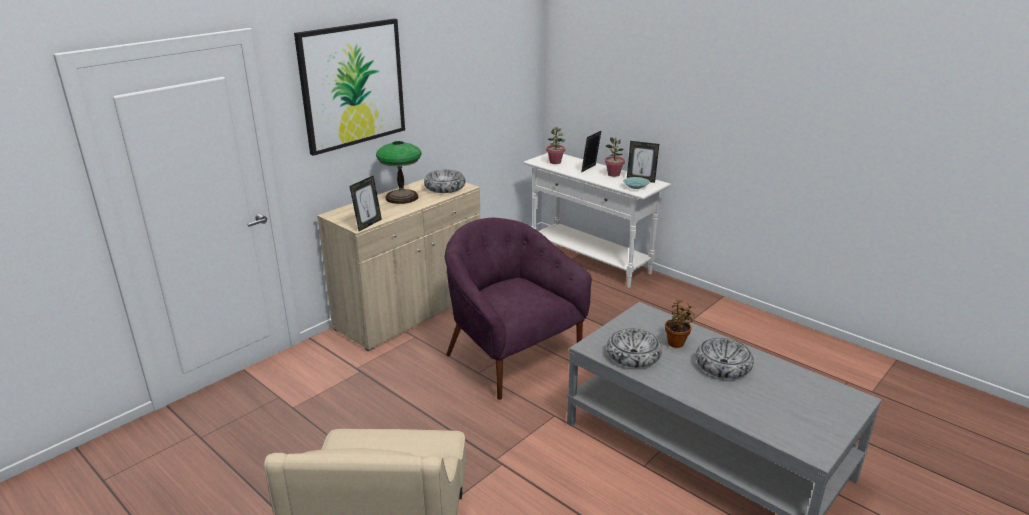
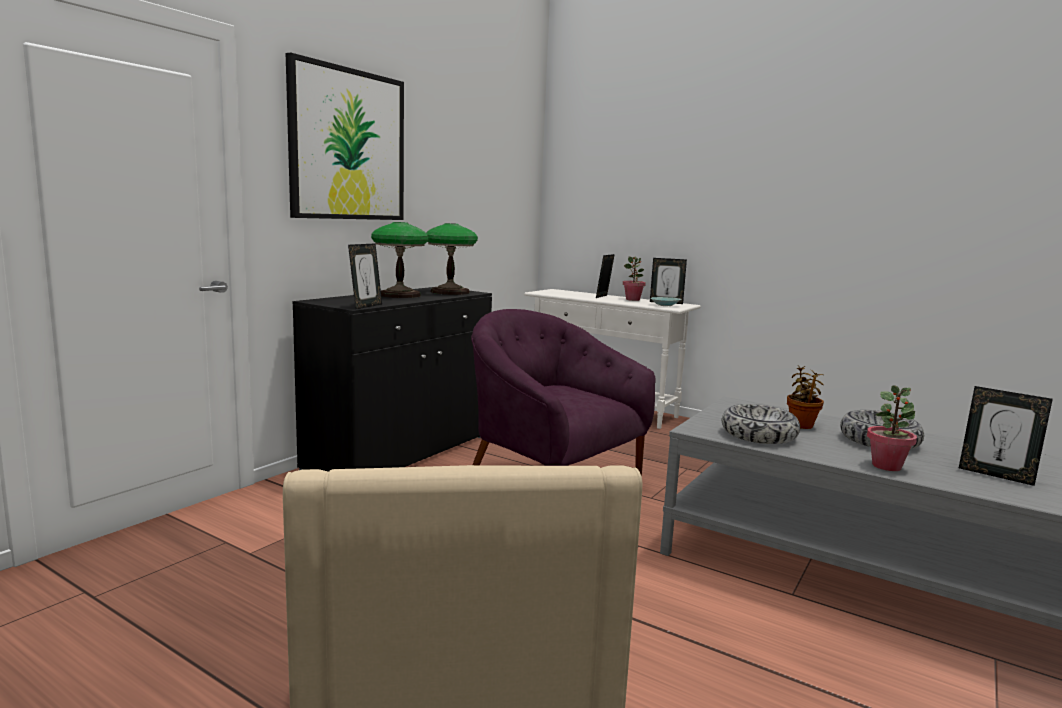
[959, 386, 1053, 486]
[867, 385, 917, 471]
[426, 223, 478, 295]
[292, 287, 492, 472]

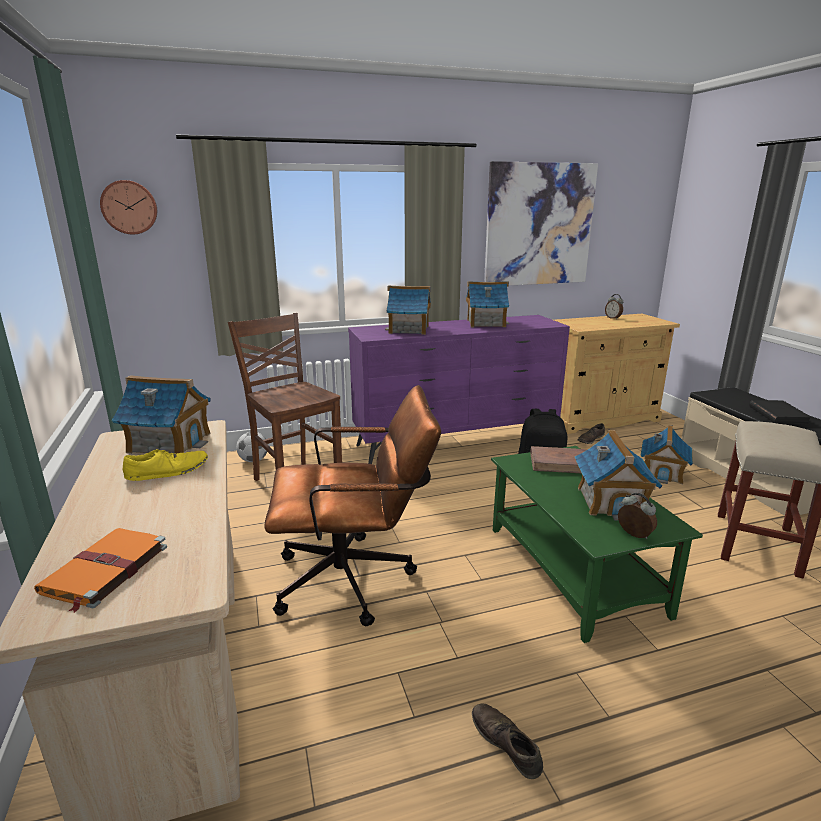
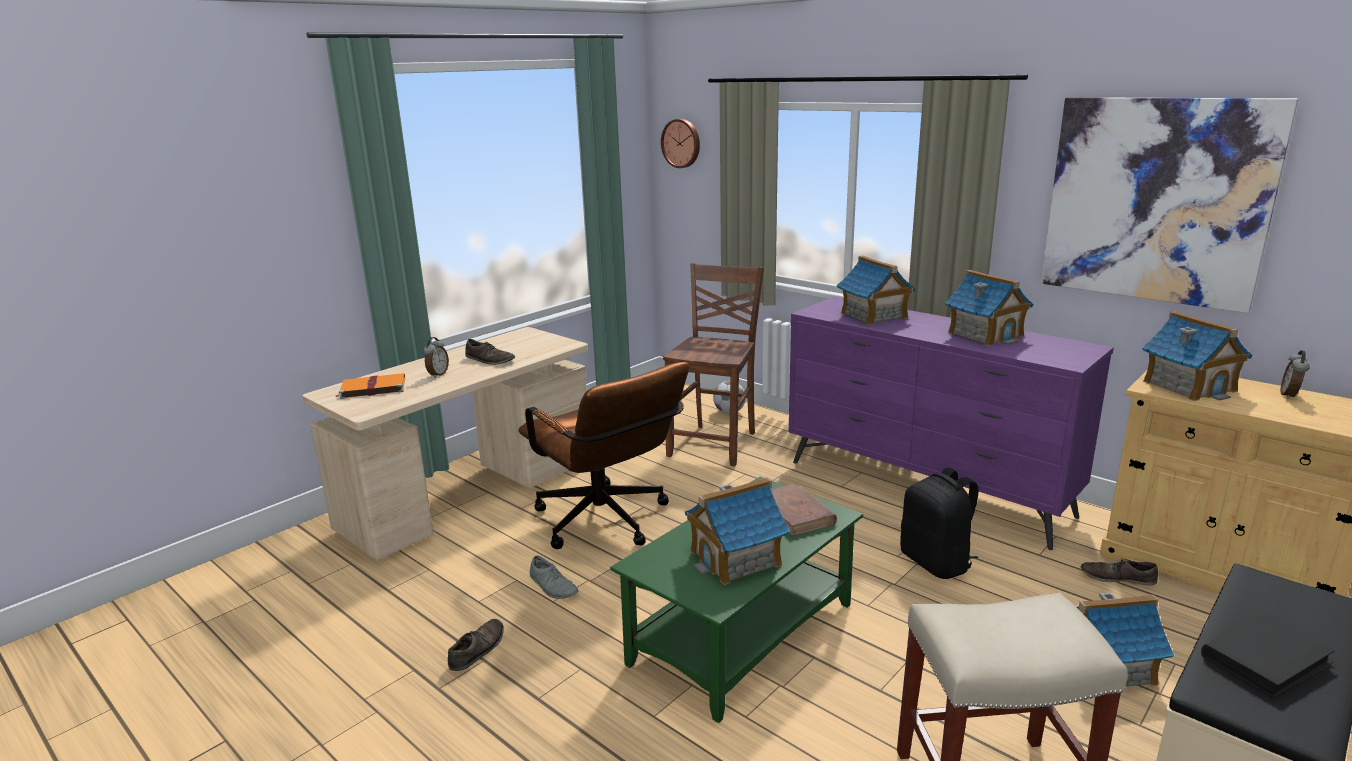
[530, 555, 578, 599]
[1142, 311, 1253, 401]
[423, 337, 449, 378]
[465, 339, 515, 365]

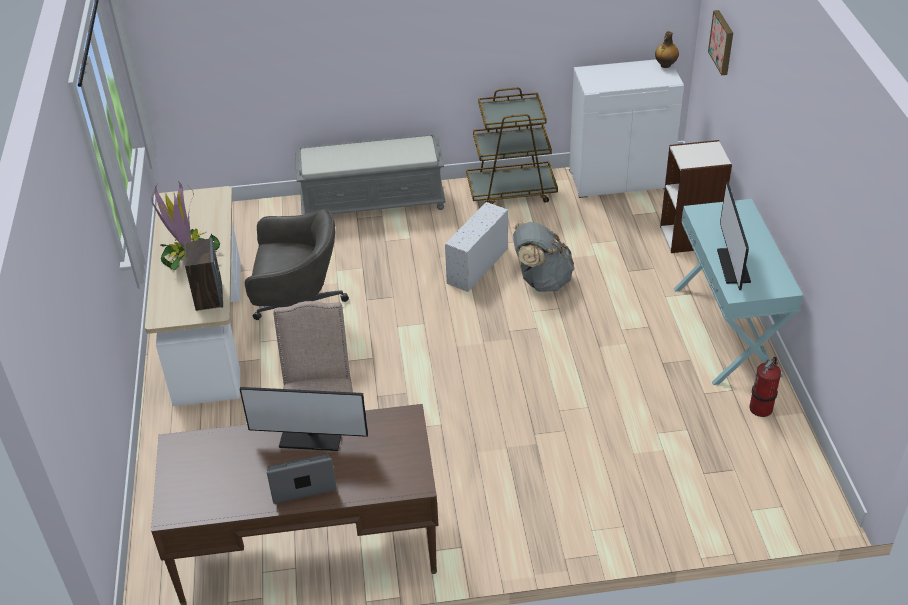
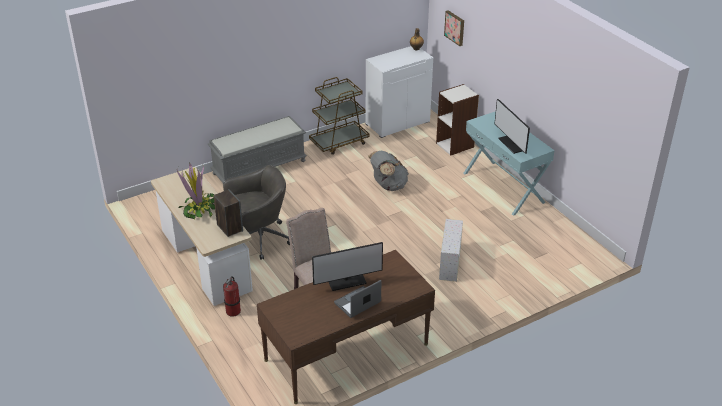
[439, 219, 463, 282]
[223, 276, 241, 317]

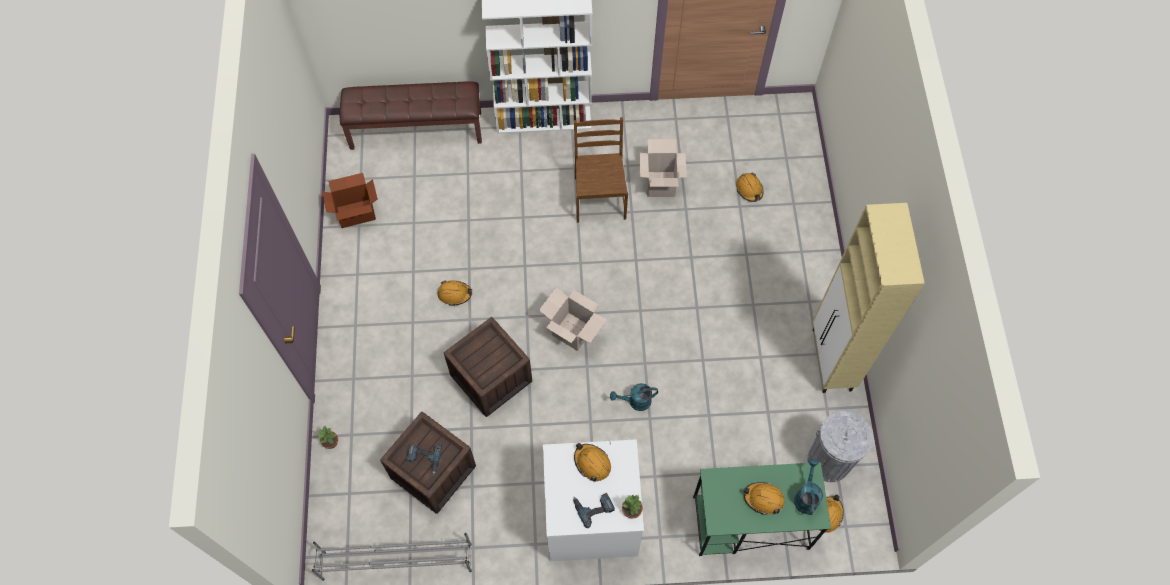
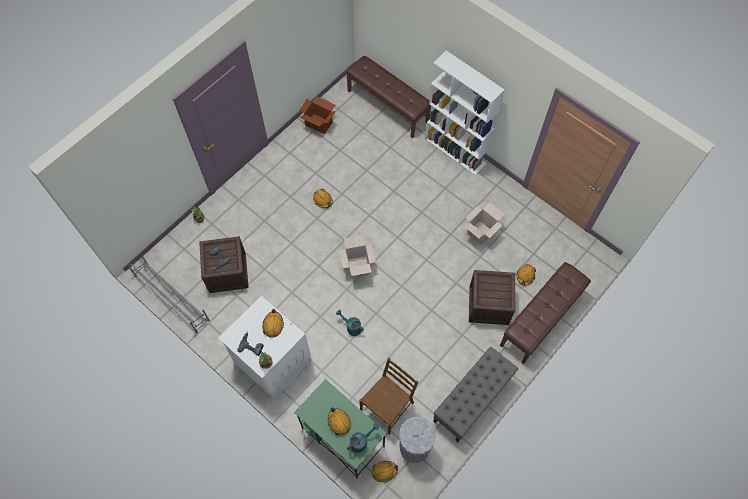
[500, 262, 591, 364]
[469, 270, 515, 325]
[359, 357, 419, 434]
[433, 347, 518, 443]

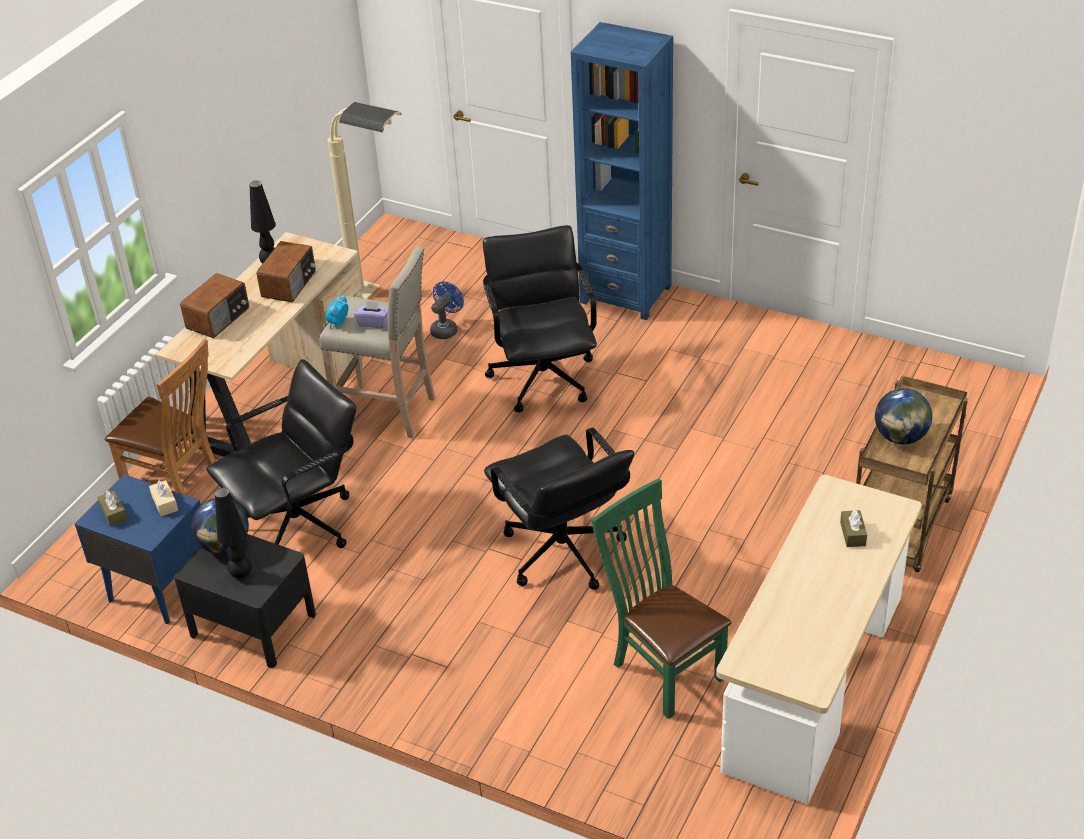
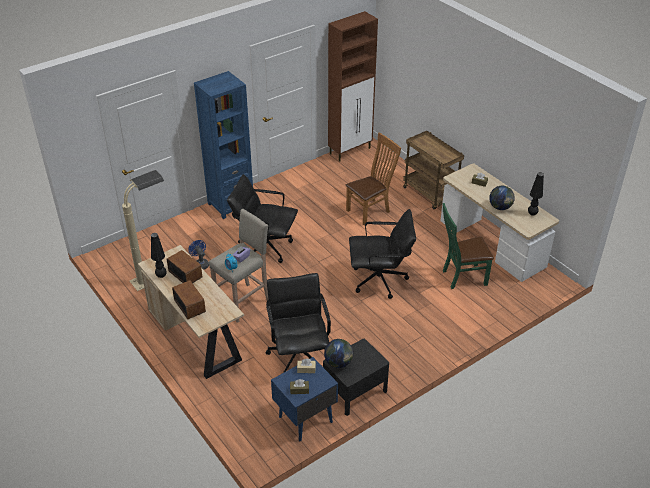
[328, 11, 378, 161]
[346, 133, 401, 226]
[528, 172, 544, 216]
[489, 186, 515, 210]

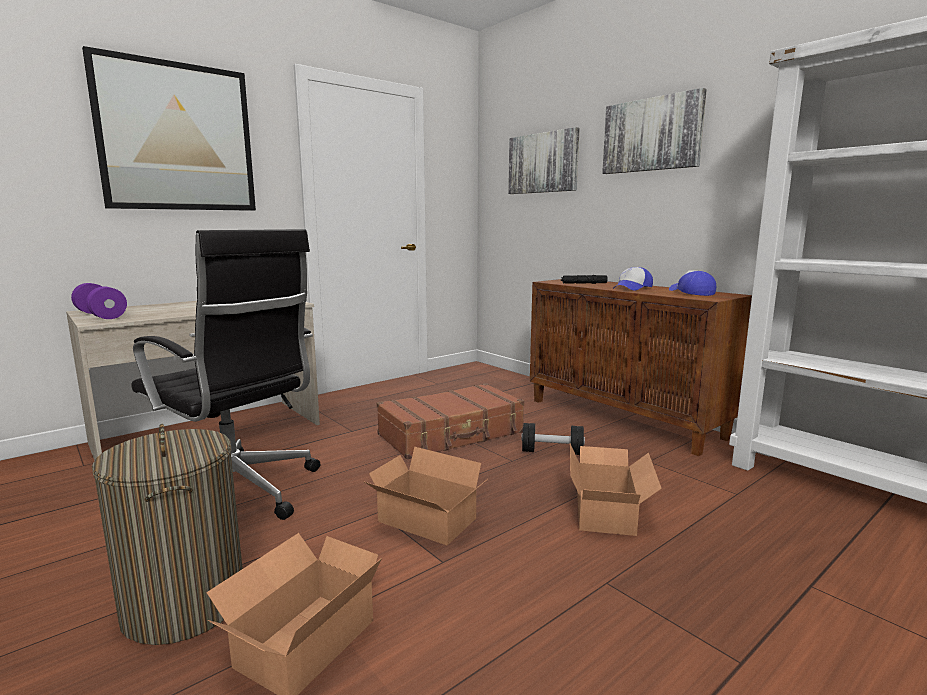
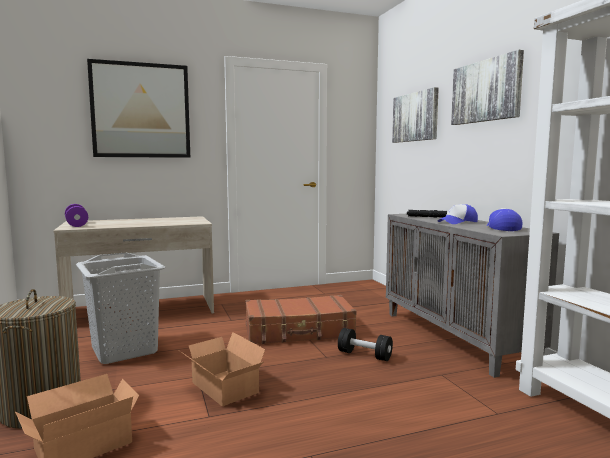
[570, 443, 662, 536] (first image)
[76, 252, 165, 364]
[386, 214, 559, 378]

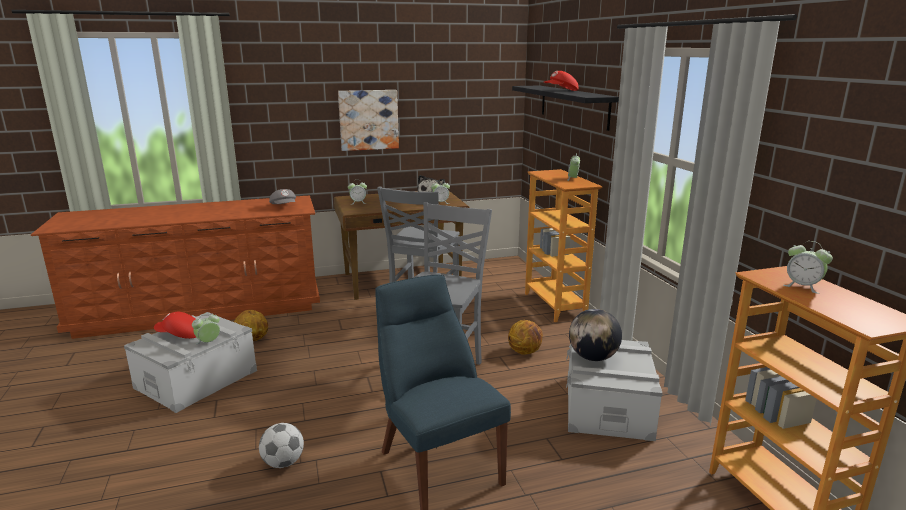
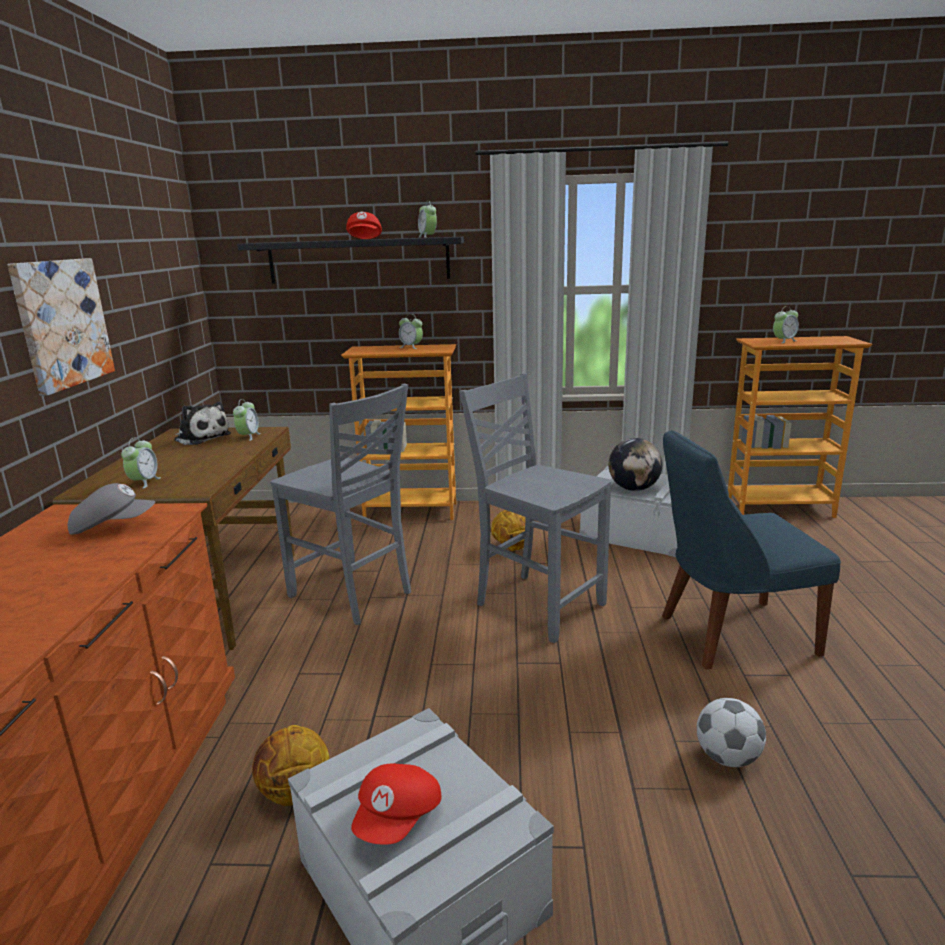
[418, 201, 437, 238]

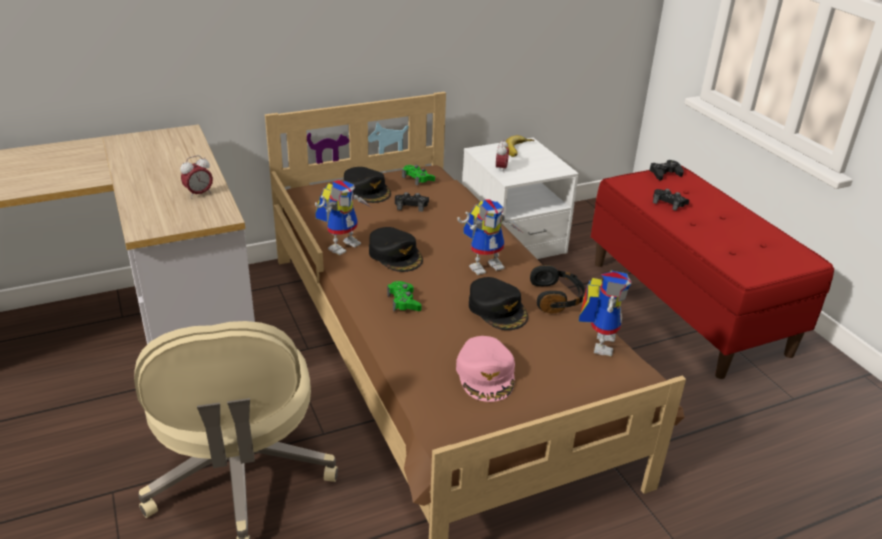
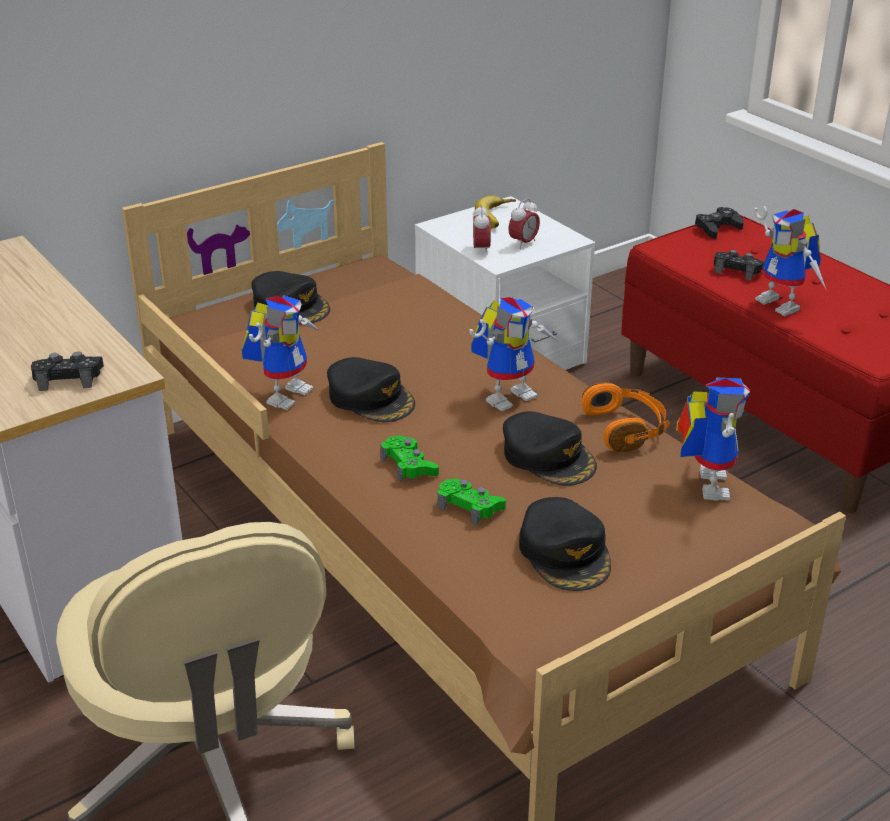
[754, 206, 827, 316]
[508, 198, 540, 249]
[31, 352, 104, 391]
[437, 479, 506, 526]
[519, 497, 611, 591]
[582, 382, 669, 452]

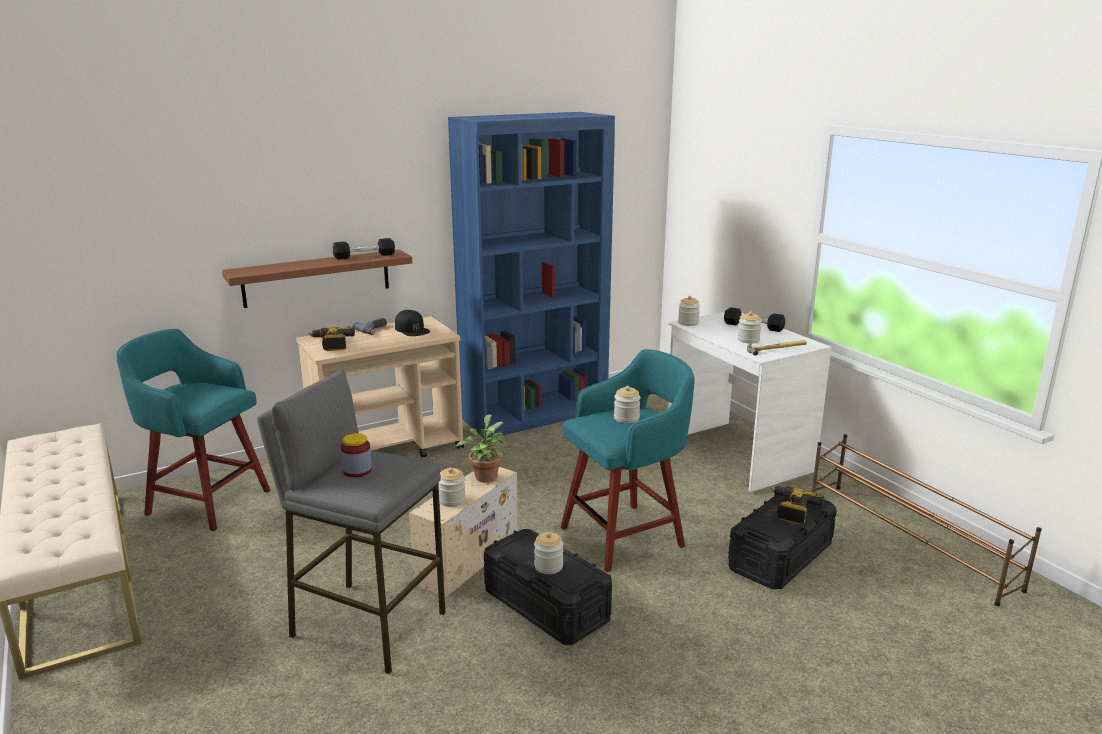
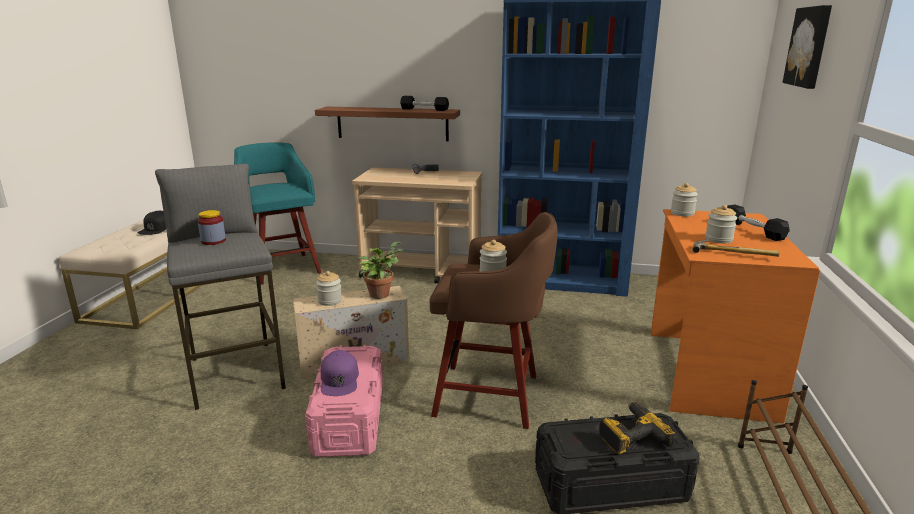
[309, 326, 355, 351] (first image)
[782, 5, 832, 89]
[138, 211, 166, 235]
[321, 350, 359, 396]
[305, 345, 383, 457]
[430, 212, 558, 429]
[651, 209, 820, 424]

